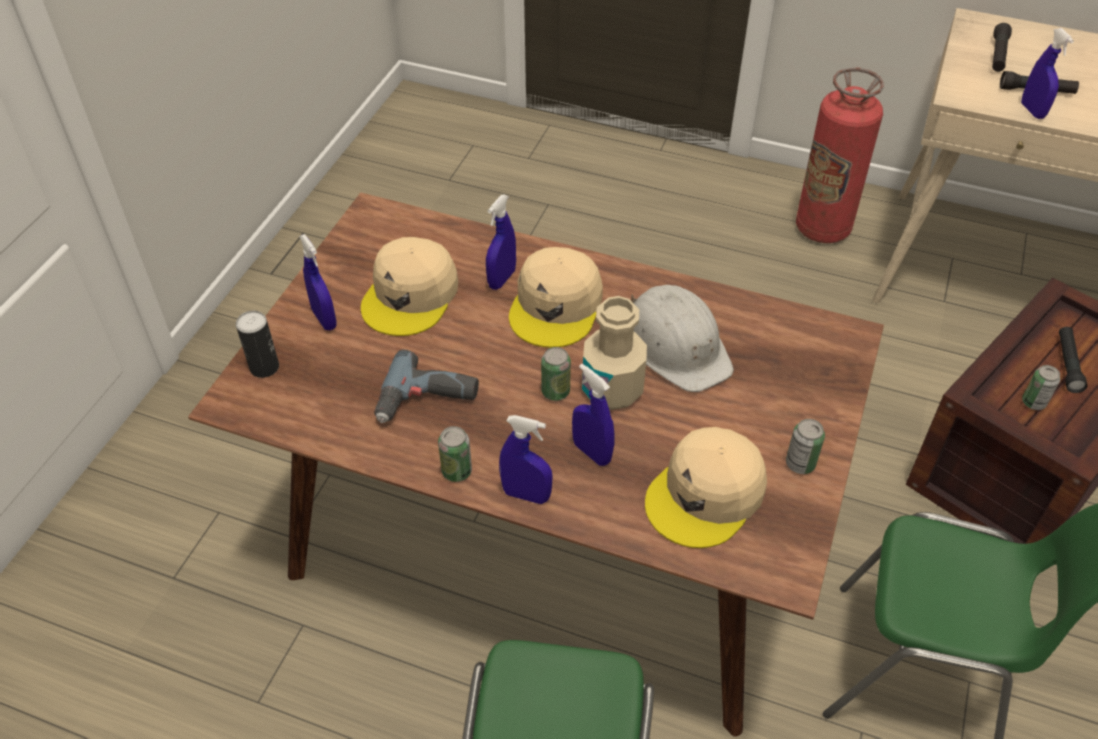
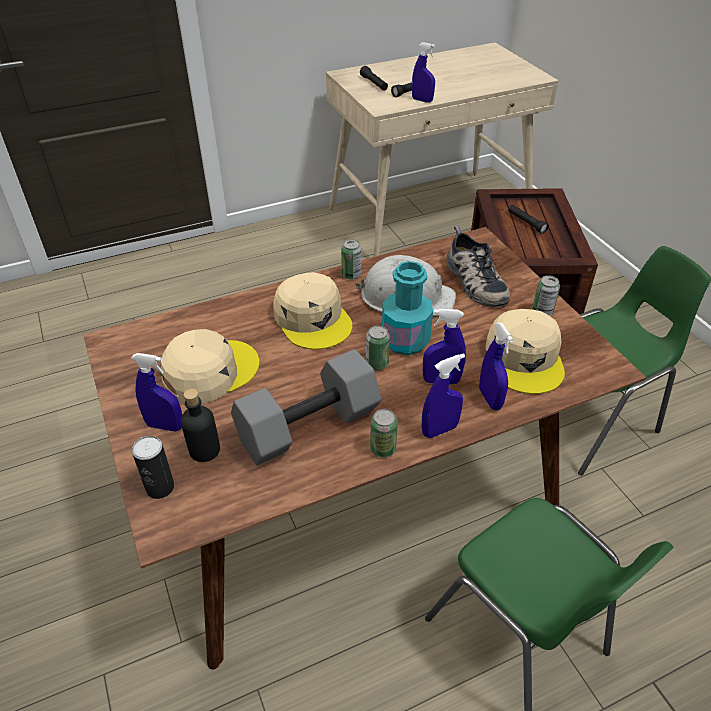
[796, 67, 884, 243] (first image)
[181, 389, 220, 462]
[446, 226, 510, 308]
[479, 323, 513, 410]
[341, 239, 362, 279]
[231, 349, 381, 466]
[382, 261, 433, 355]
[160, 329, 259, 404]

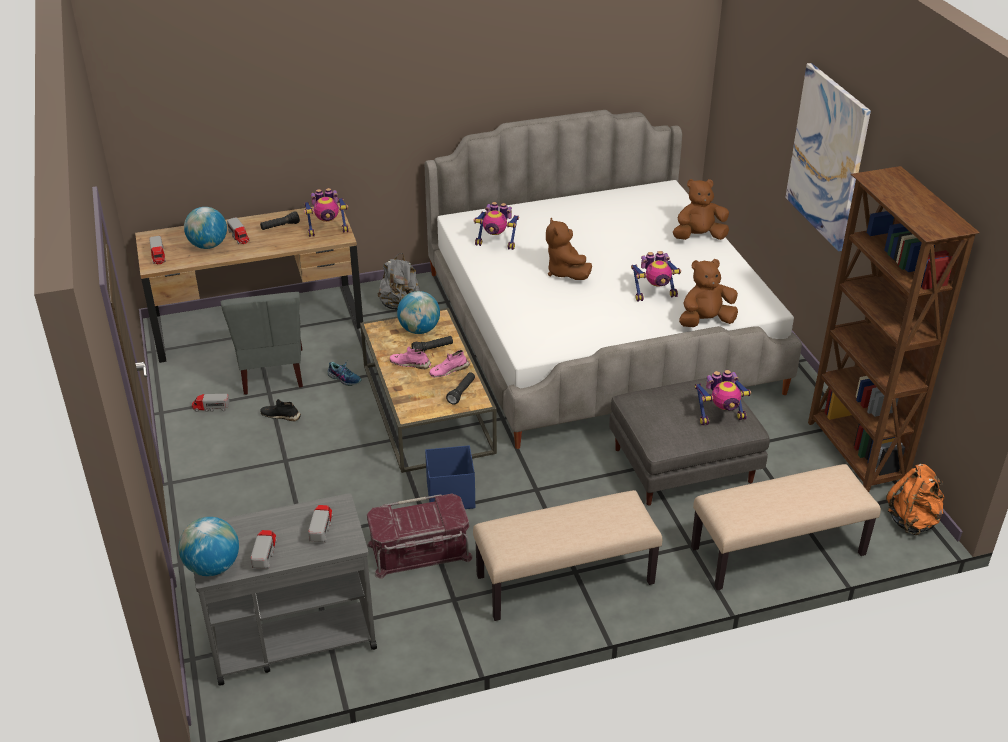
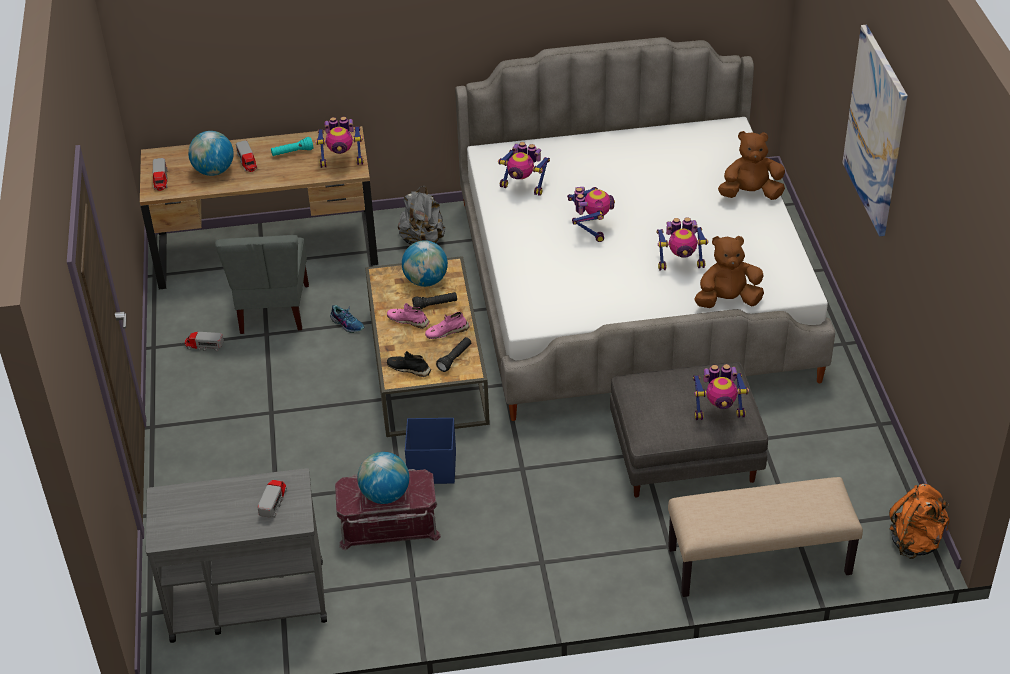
[250, 530, 277, 569] (first image)
[473, 490, 662, 621] (first image)
[808, 166, 980, 492] (first image)
[357, 452, 409, 504]
[387, 351, 431, 377]
[567, 187, 615, 242]
[271, 137, 313, 156]

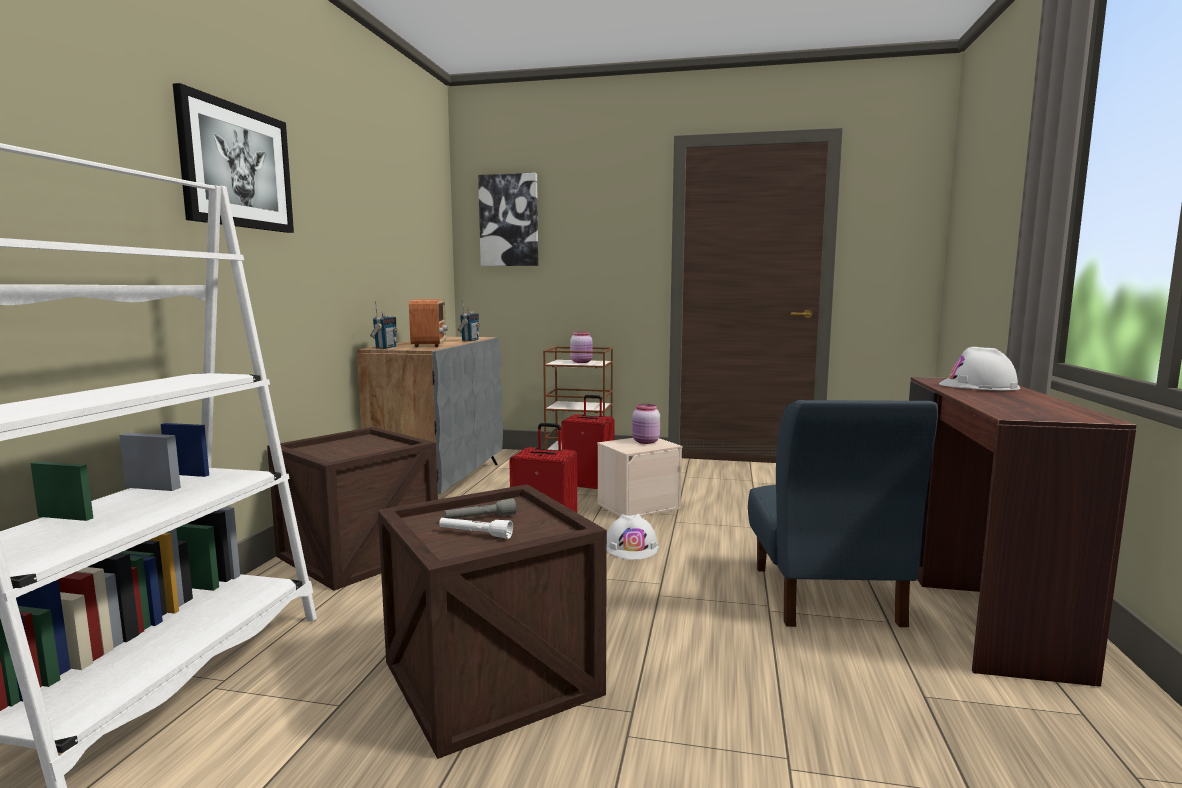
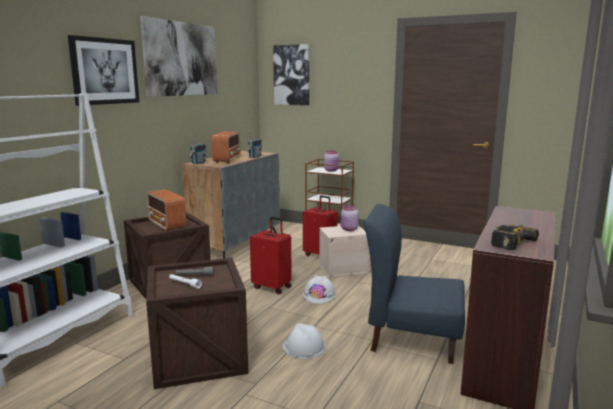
[140, 16, 218, 97]
[146, 189, 186, 231]
[491, 225, 539, 250]
[282, 323, 325, 359]
[364, 204, 465, 364]

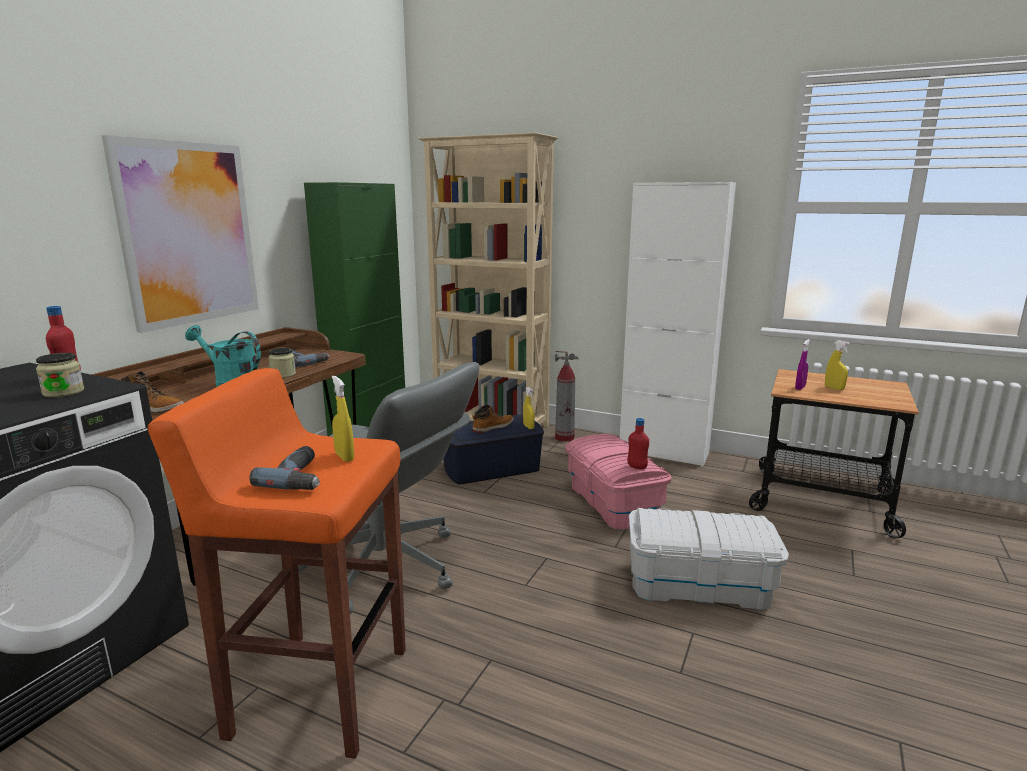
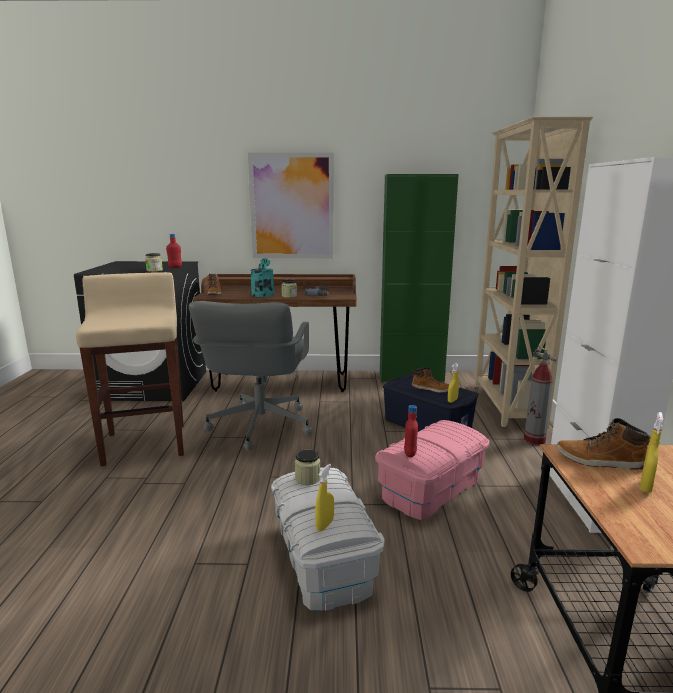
[249, 446, 320, 490] (first image)
[295, 450, 320, 485]
[315, 464, 334, 531]
[557, 418, 651, 470]
[76, 272, 184, 466]

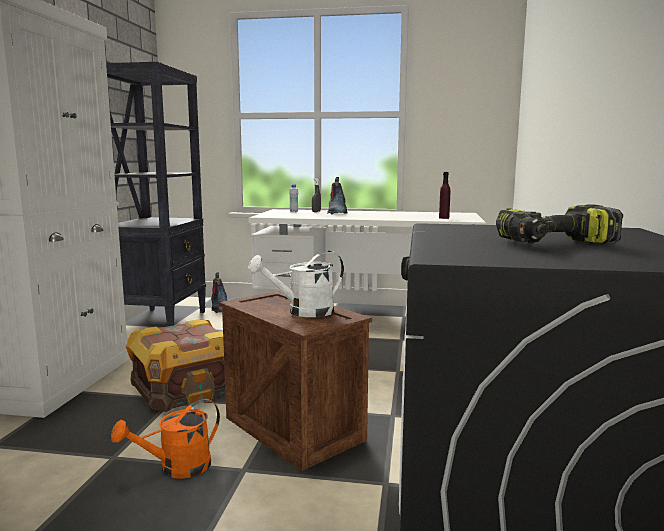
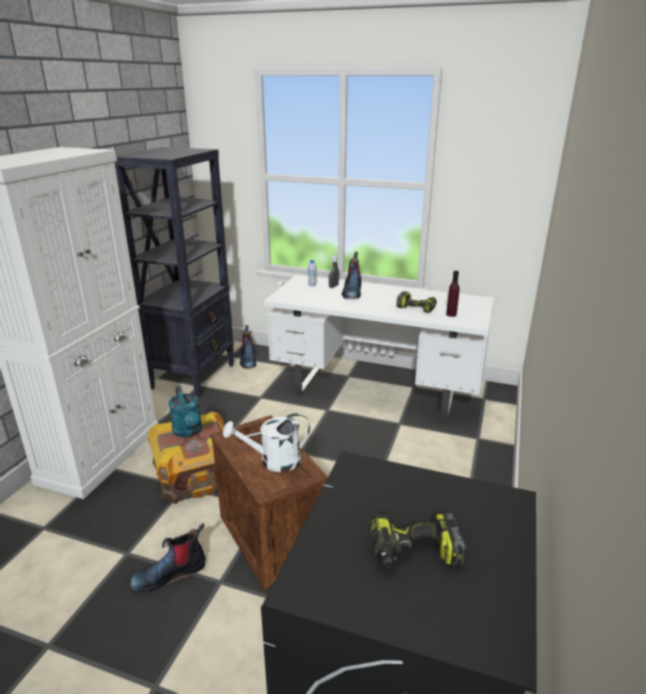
[168, 386, 202, 437]
[396, 291, 437, 313]
[130, 523, 206, 592]

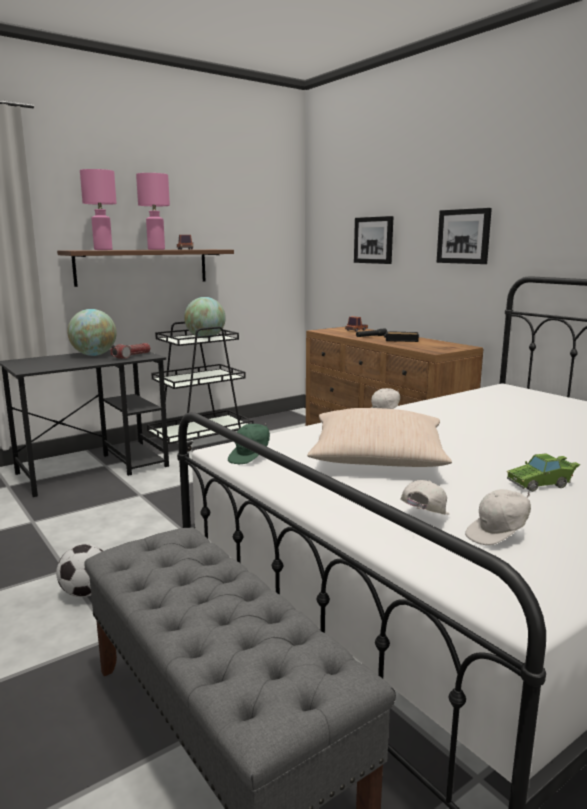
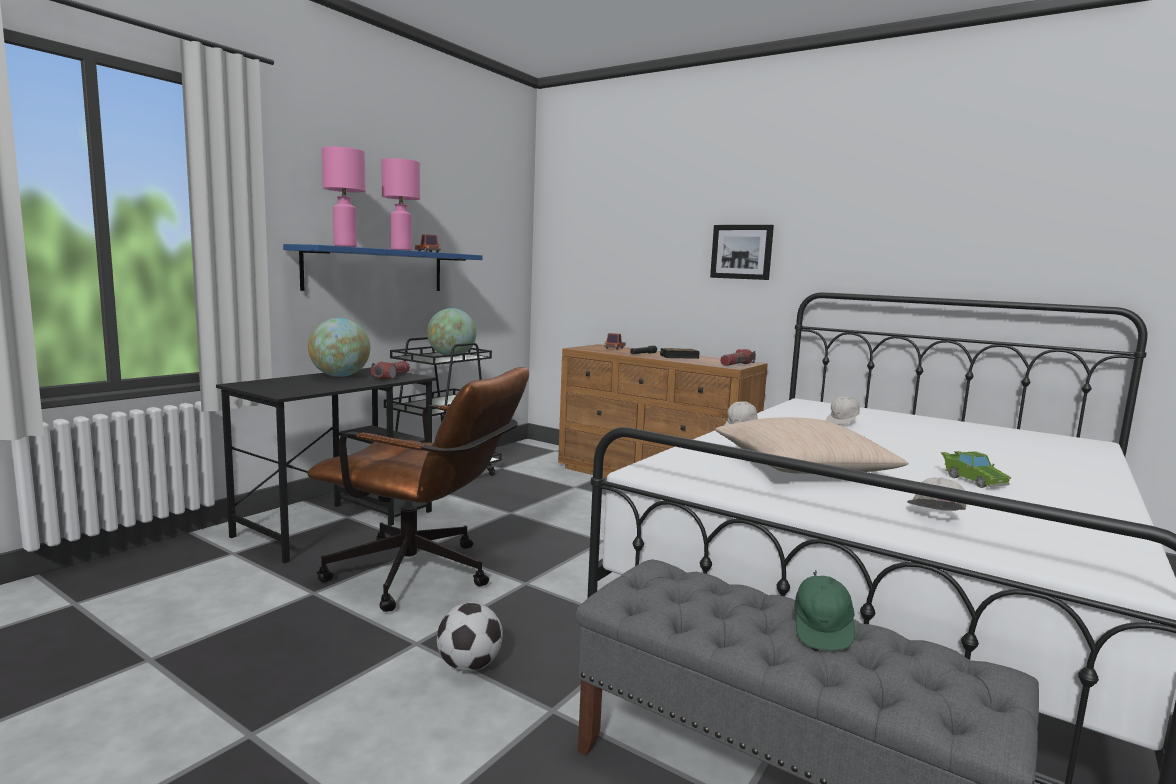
[354, 216, 394, 264] (first image)
[307, 367, 529, 612]
[720, 349, 756, 366]
[794, 570, 855, 650]
[826, 396, 860, 425]
[283, 244, 482, 291]
[940, 451, 1011, 488]

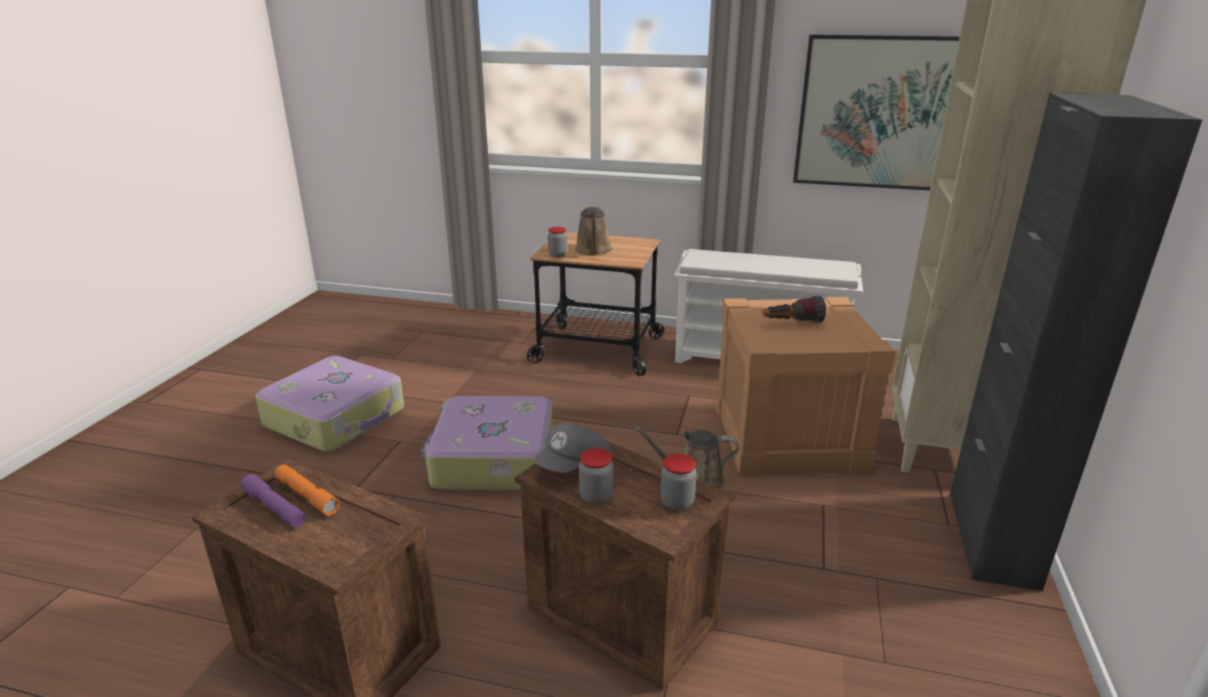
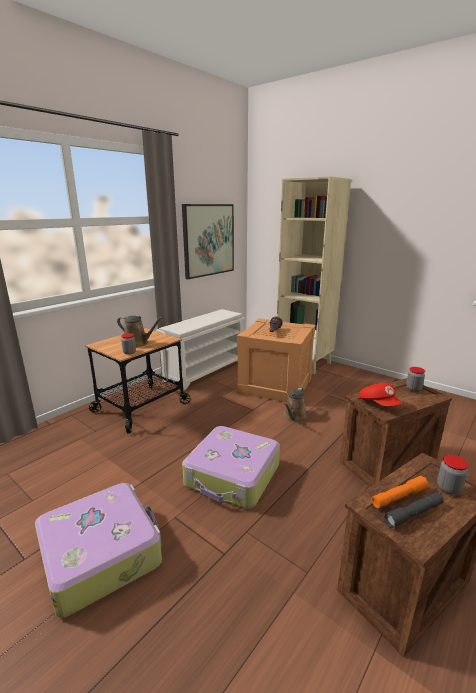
[950, 93, 1203, 591] (first image)
[437, 455, 469, 495]
[384, 492, 444, 528]
[359, 383, 402, 406]

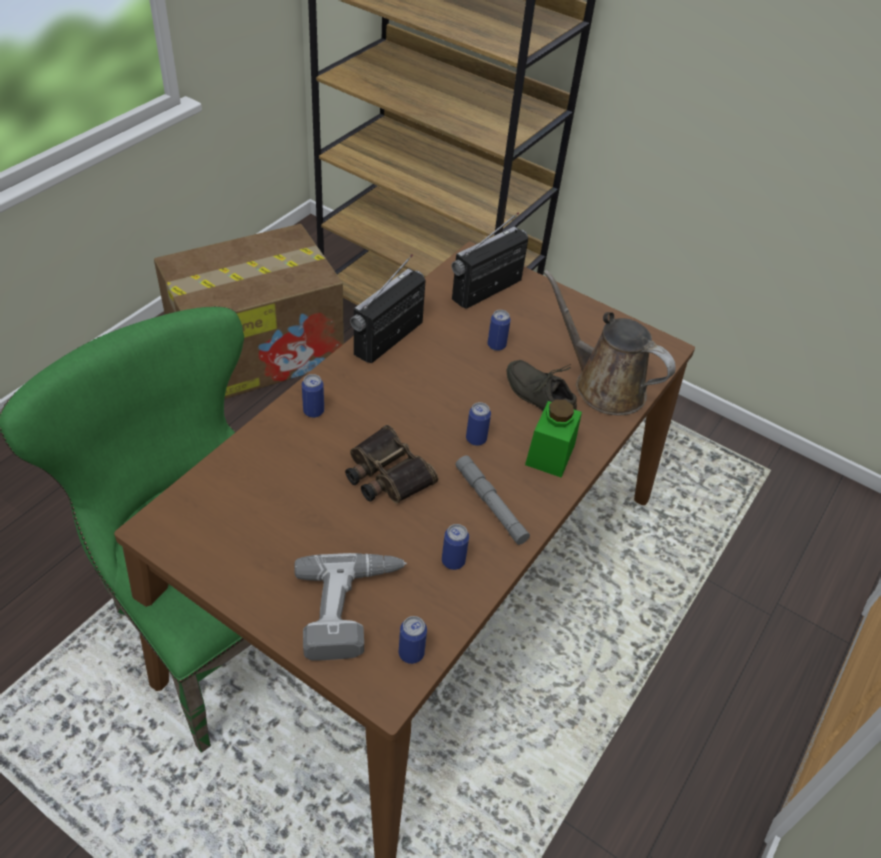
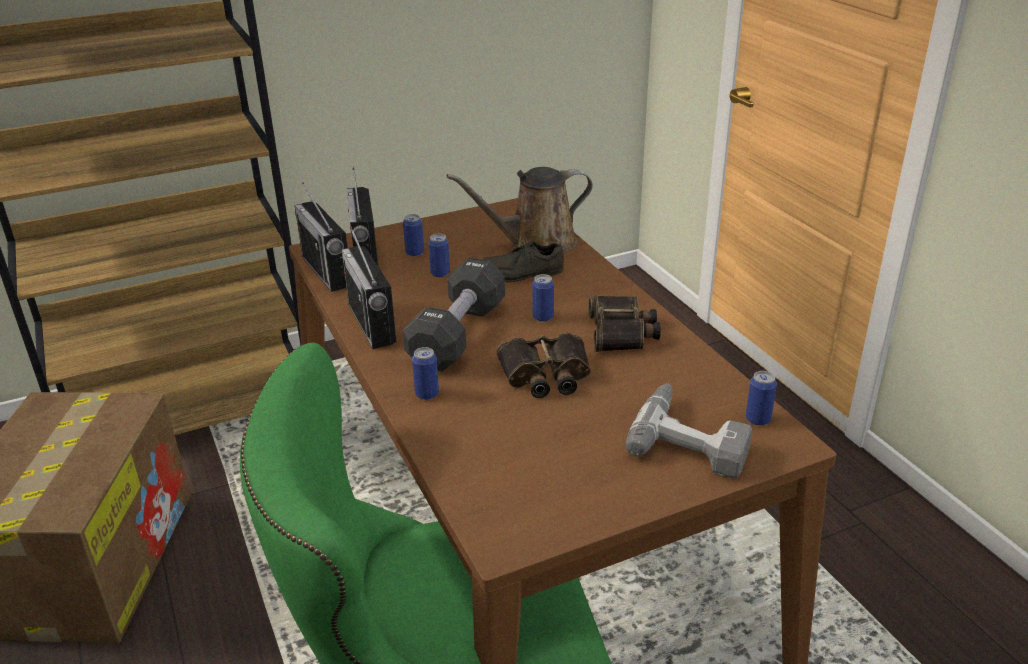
[525, 399, 582, 478] (first image)
[295, 182, 348, 292]
[403, 257, 505, 371]
[403, 214, 424, 256]
[588, 295, 661, 352]

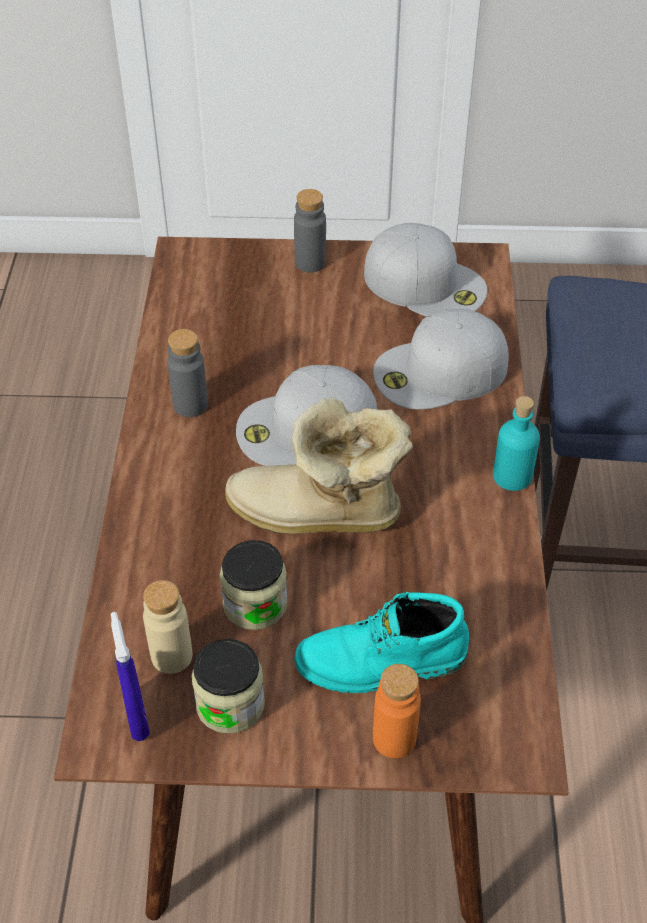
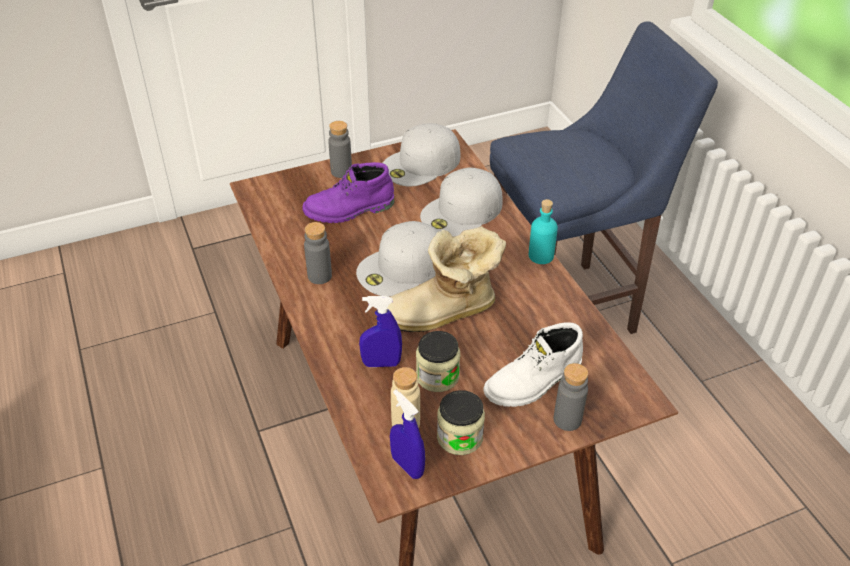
[302, 162, 394, 223]
[359, 296, 402, 367]
[483, 323, 583, 407]
[553, 363, 588, 431]
[383, 123, 460, 187]

